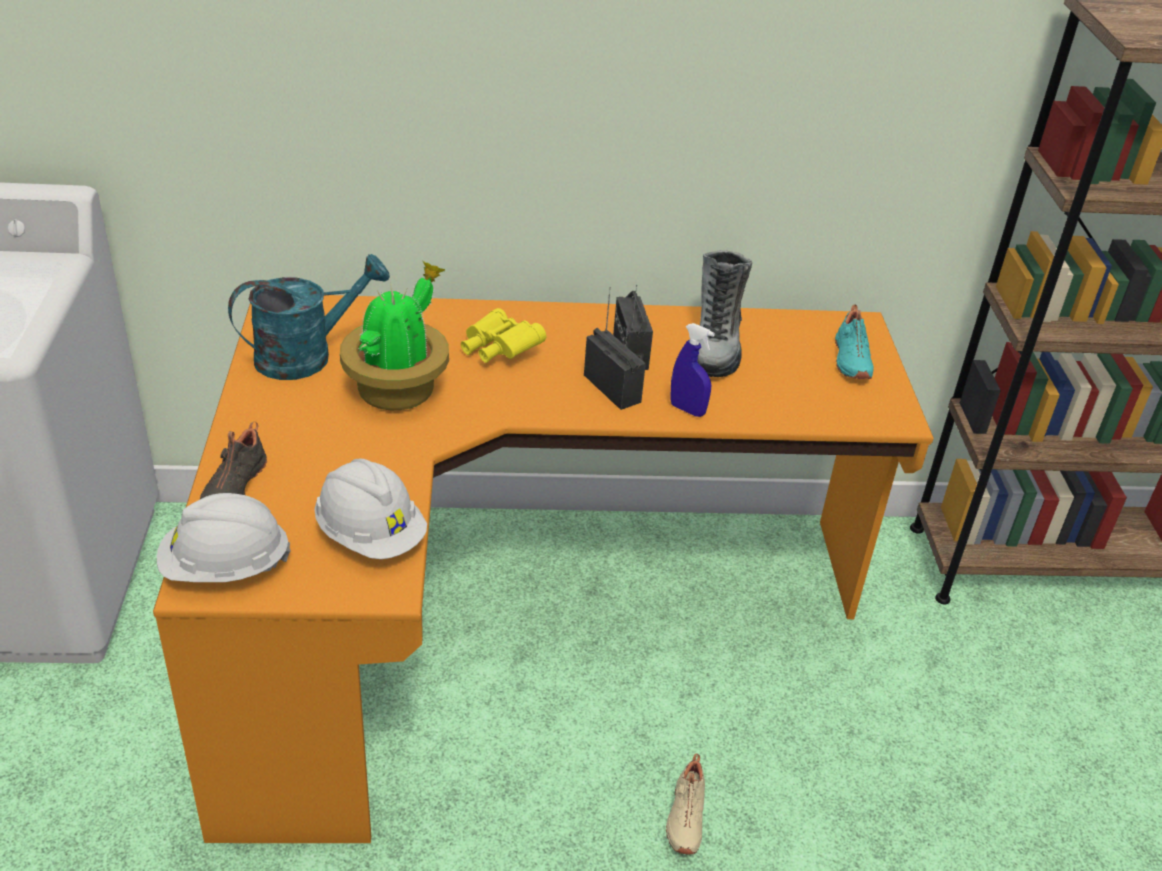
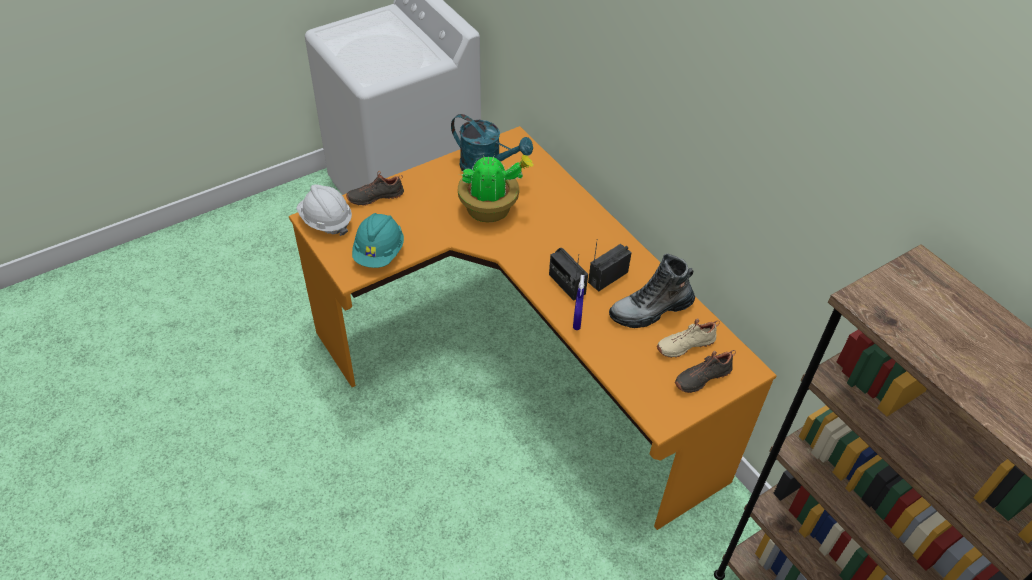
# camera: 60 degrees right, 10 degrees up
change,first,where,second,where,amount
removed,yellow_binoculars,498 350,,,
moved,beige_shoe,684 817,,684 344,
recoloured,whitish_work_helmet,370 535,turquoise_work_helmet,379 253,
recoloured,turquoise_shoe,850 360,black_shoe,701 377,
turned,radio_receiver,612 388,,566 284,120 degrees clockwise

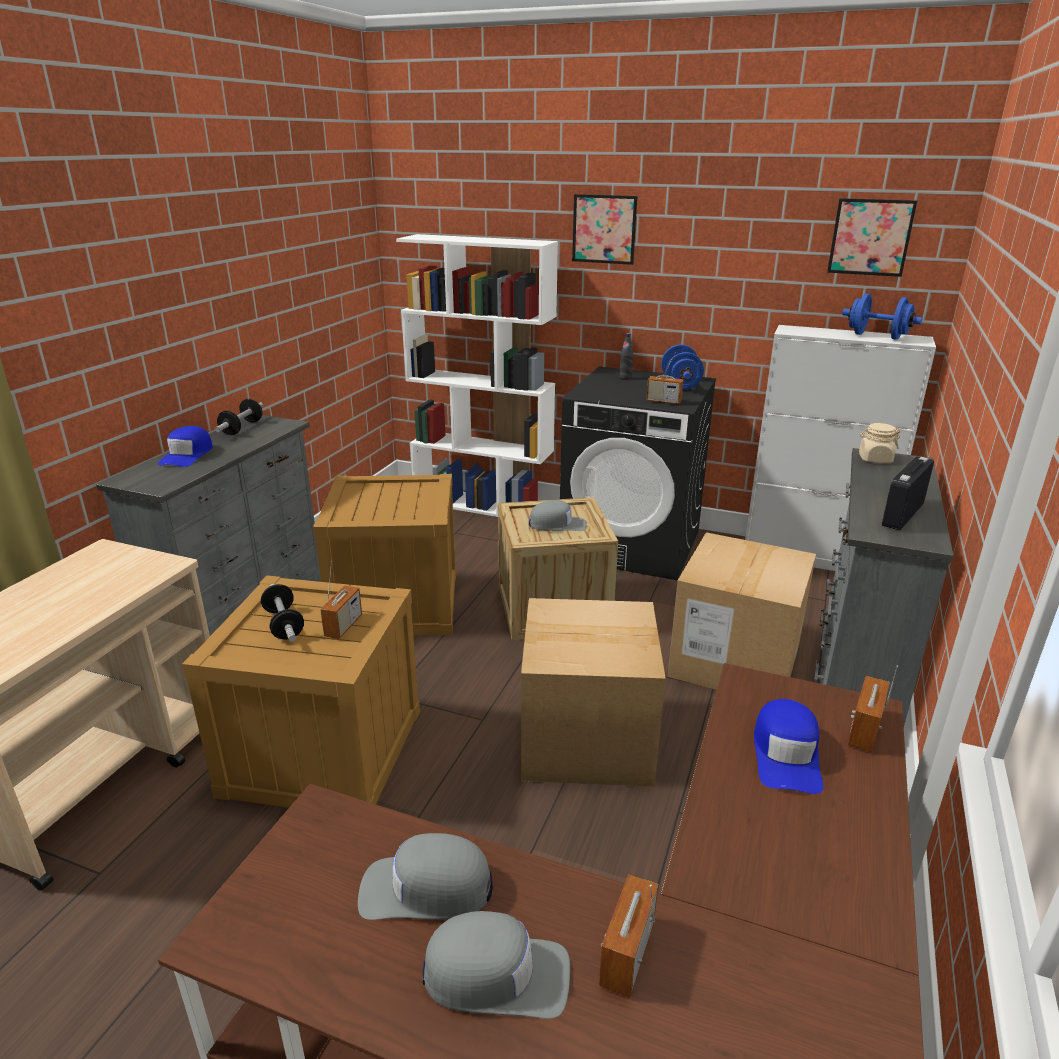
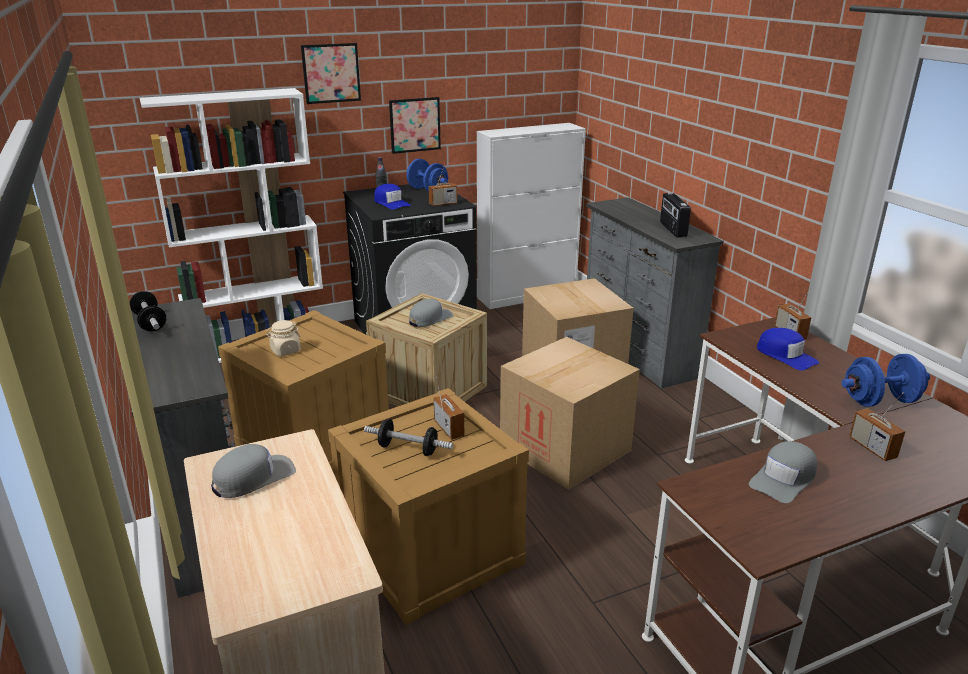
# camera: 45 degrees left, 0 degrees up
change,first,where,second,where,amount
moved,bluish_baseball_cap,187 455,,391 203,
moved,grey_baseball_cap,497 975,,253 477,
moved,wall_picture,870 237,,415 125,
moved,bluish_free_weight,877 336,,880 401,
moved,beige_preserve_jar,874 459,,285 351,

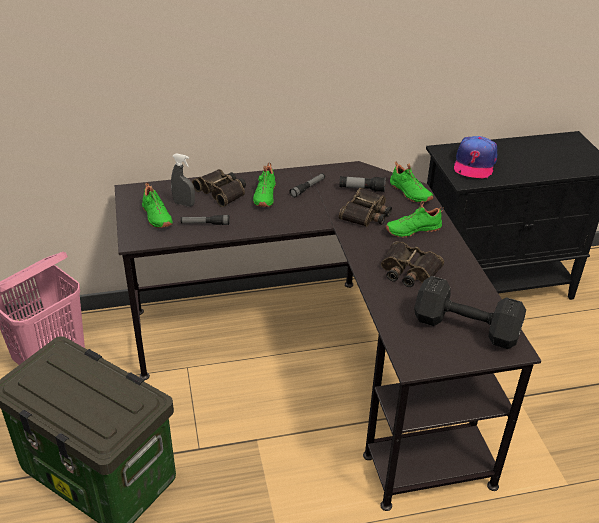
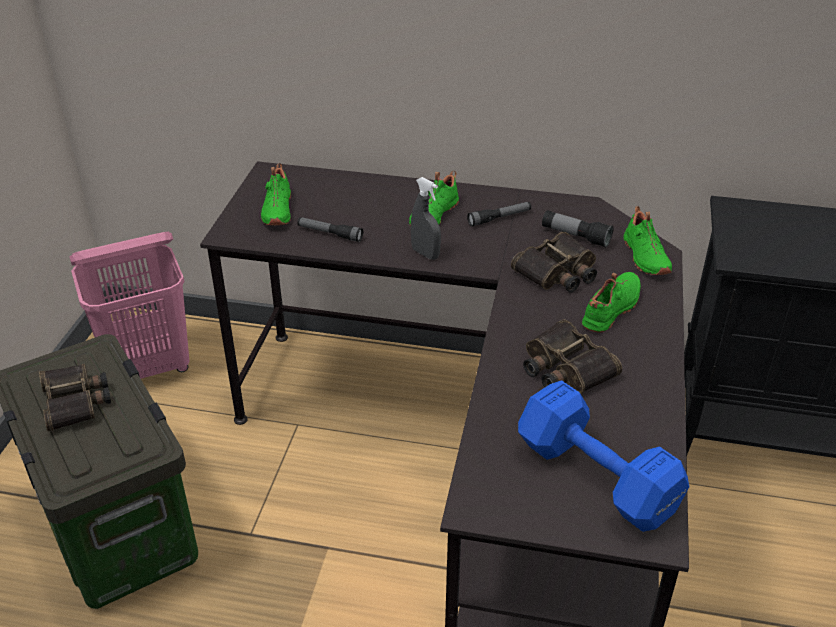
# camera: 25 degrees right, 0 degrees up
change,first,where,second,where,amount
removed,baseball_cap,474 164,,,
moved,grey_sprayer,184 204,,425 254,
moved,binoculars,222 192,,76 401,
recoloured,black_free_weight,463 326,bluish_free_weight,594 474,
turned,greenish_shoe,412 229,,613 310,120 degrees clockwise

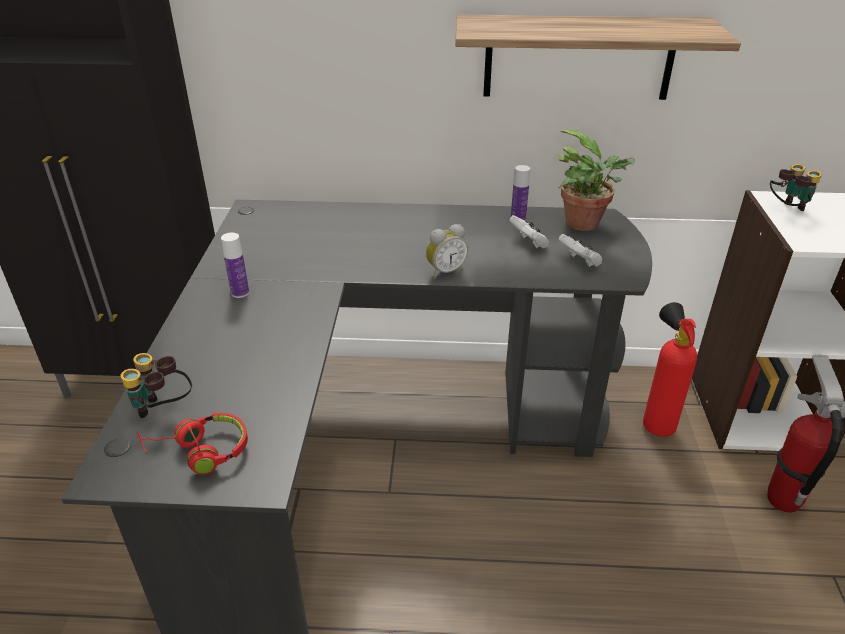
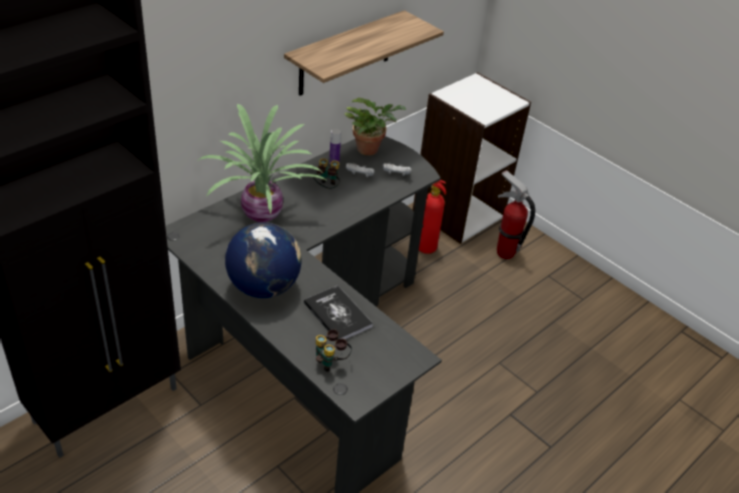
# camera: 50 degrees left, 5 degrees up
change,first,where,second,where,amount
removed,red-coloured_pair_of_headphones,199 452,,,
removed,table_clock,445 271,,,
added,,,potted_plant,263 213,
added,,,volume,337 314,
moved,binoculars,786 210,,326 187,
replaced,bottle,240 293,globe,263 287,

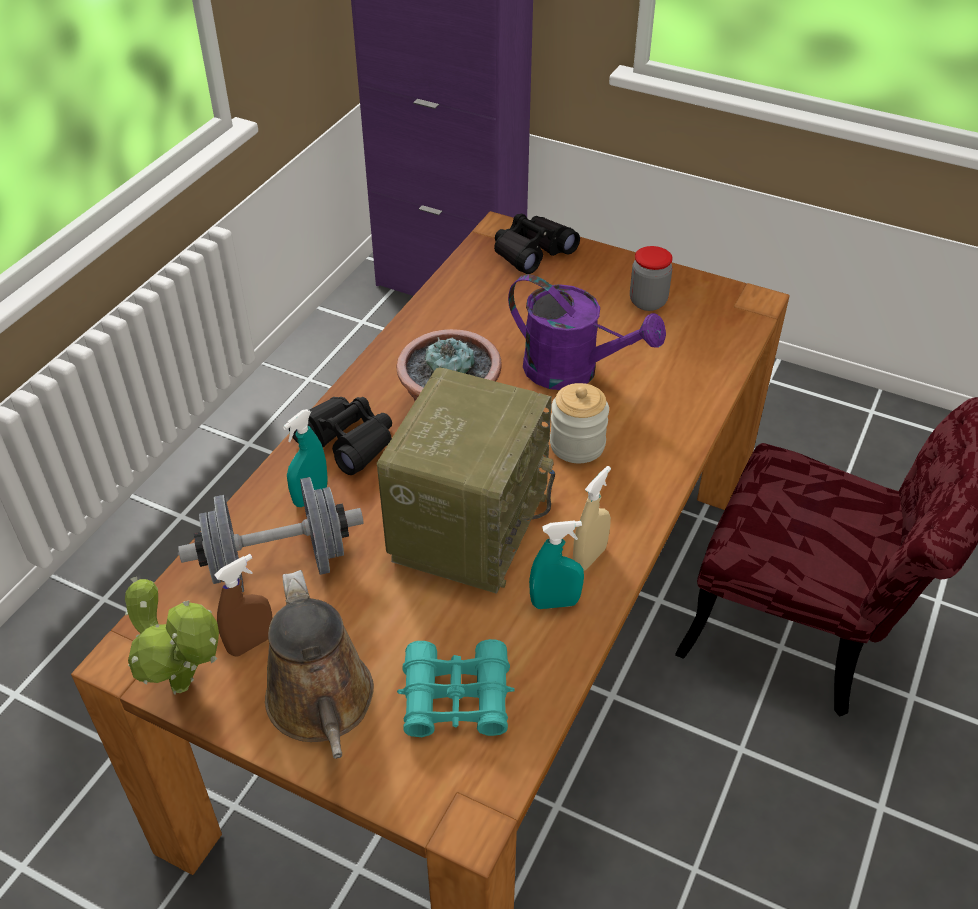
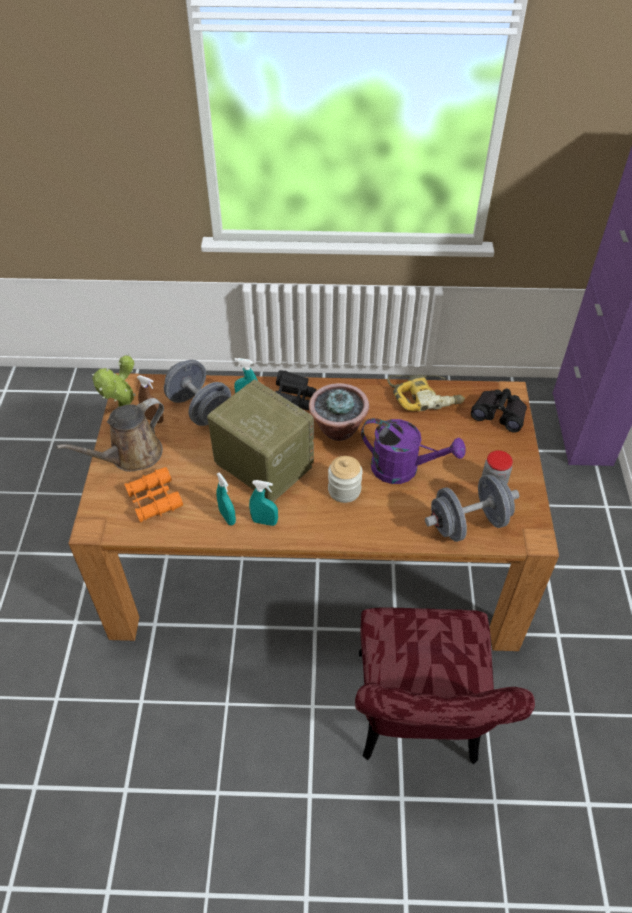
# camera: 65 degrees right, 5 degrees up
change,first,where,second,where,amount
added,,,drill,425 396,
added,,,grey_free_weight,468 523,
recoloured,turquoise_binoculars,456 698,orangey_binoculars,154 500,
recoloured,beige_sprayer,589 557,turquoise_sprayer,264 521,
turned,radio_receiver,468 523,,262 465,135 degrees counterclockwise
turned,purple-coloured_sprinkling_can,573 371,,403 469,75 degrees counterclockwise

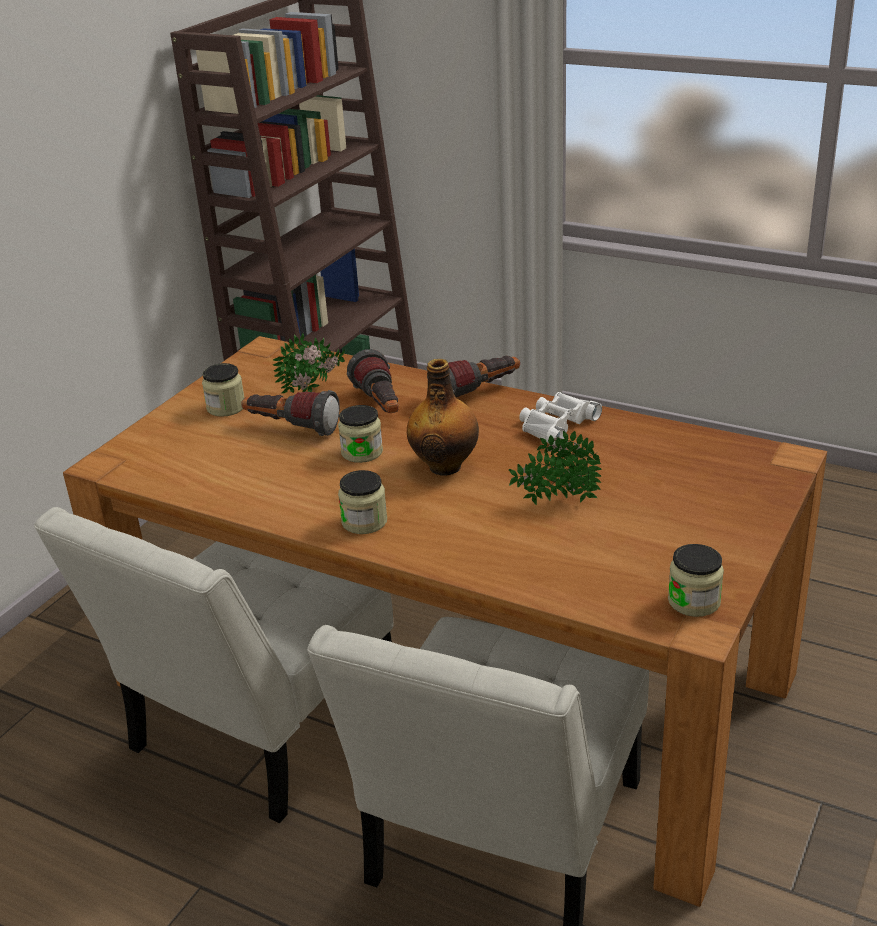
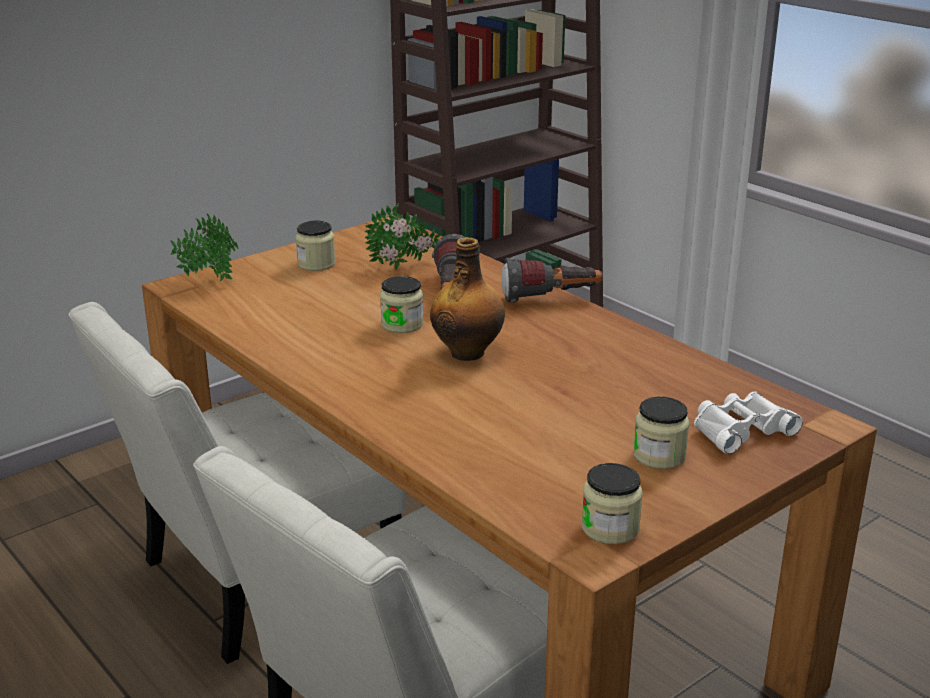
# camera: 20 degrees right, 5 degrees down
change,first,where,second,where,amount
removed,flashlight,291 428,,,
moved,preserve_jar,364 522,,659 456,
moved,potted_plant,556 501,,207 278,
moved,whitish_binoculars,556 424,,740 429,

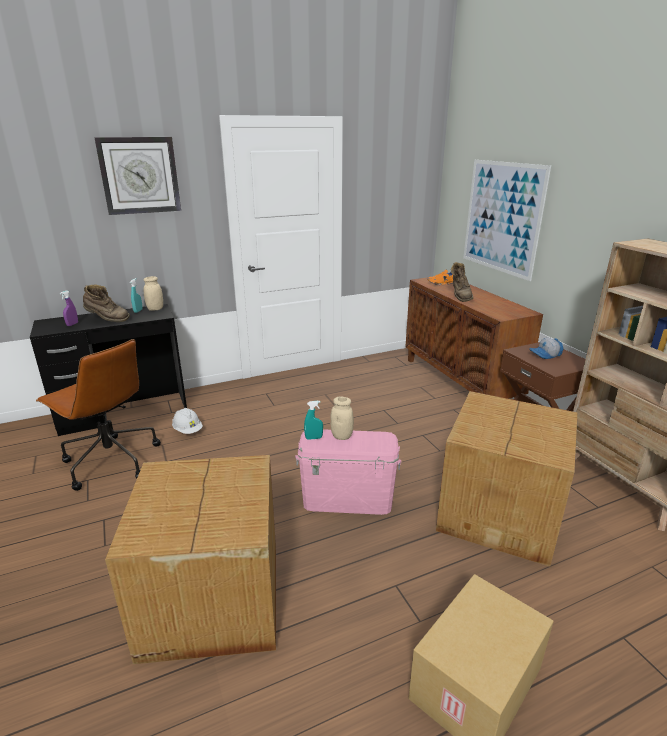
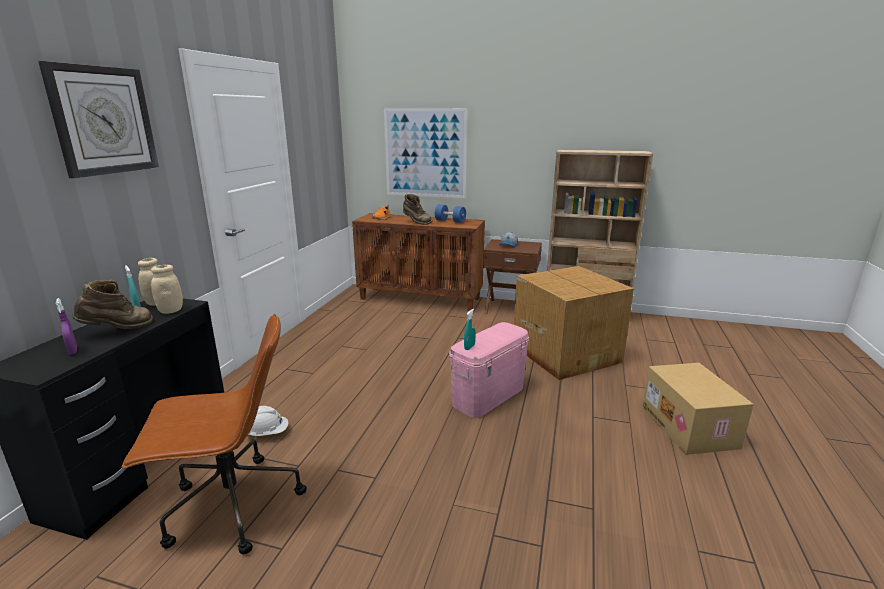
# camera: 50 degrees left, 5 degrees down
change,first,where,second,where,amount
removed,packing_box,210 600,,,
added,,,bluish_free_weight,450 221,
moved,beige_preserve_jar,341 436,,171 311,

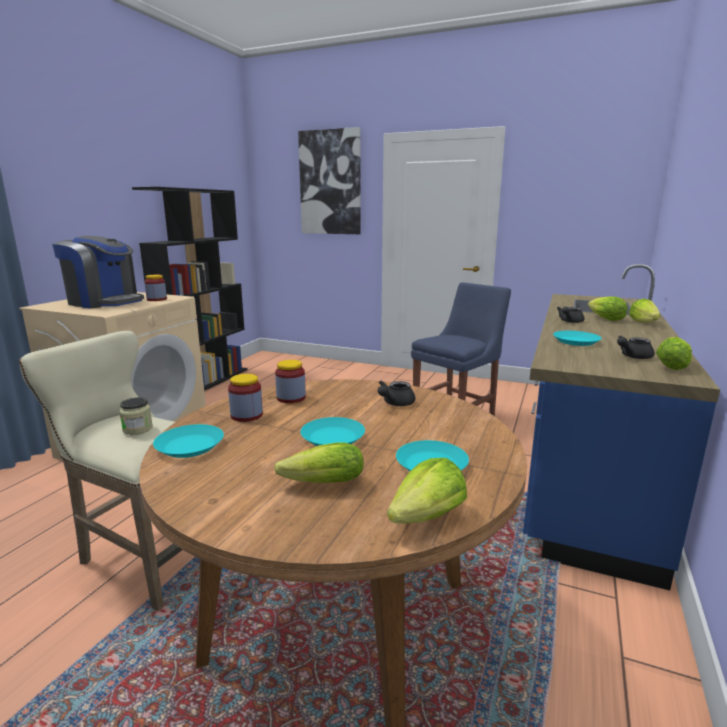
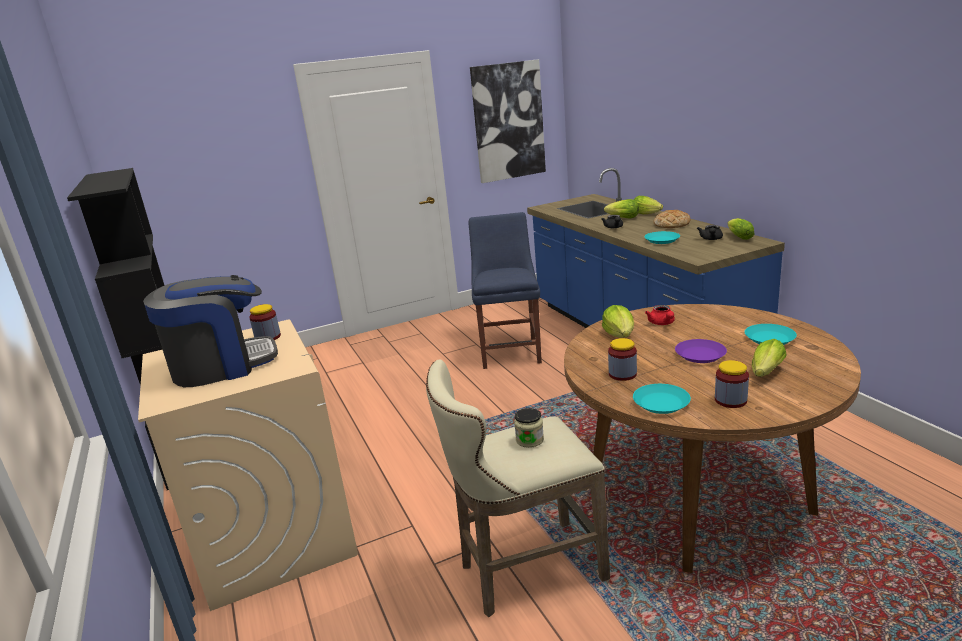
# camera: 45 degrees left, 5 degrees up
change,first,where,second,where,amount
added,,,baked_bread,671 224,
moved,preserve_jar,291 398,,730 400,
moved,wall_picture,330 183,,508 121,
moved,lettuce_head,427 517,,620 335,
recoloured,turquoise_dinner_plate,333 438,purple-coloured_dinner_plate,700 355,
recoloured,black_tea_pot,395 403,red-coloured_tea_pot,662 323,

